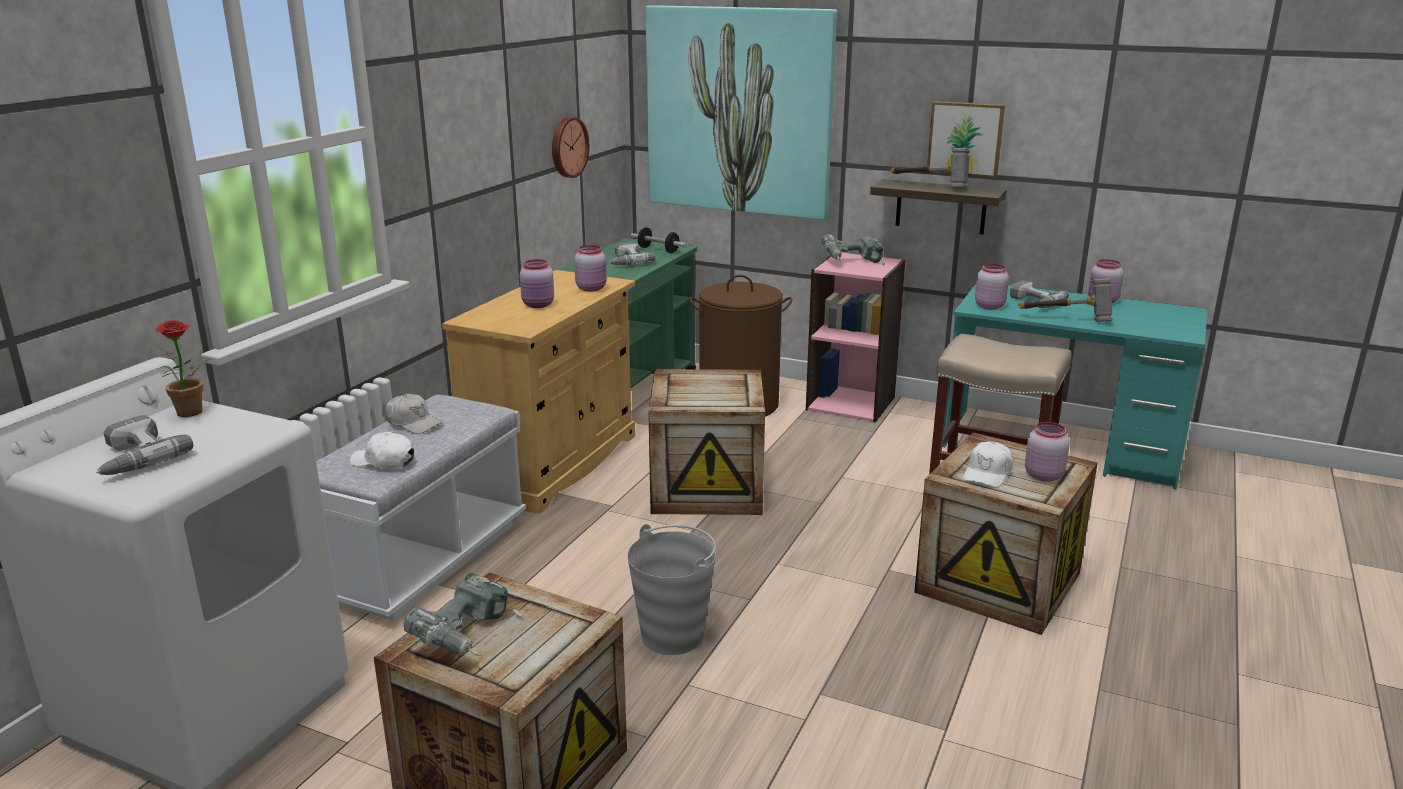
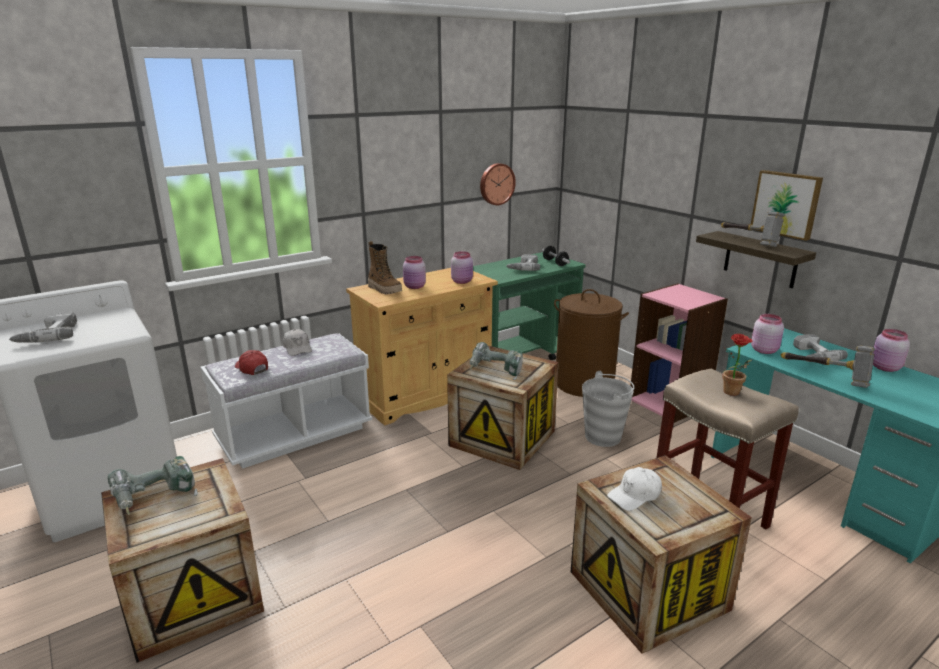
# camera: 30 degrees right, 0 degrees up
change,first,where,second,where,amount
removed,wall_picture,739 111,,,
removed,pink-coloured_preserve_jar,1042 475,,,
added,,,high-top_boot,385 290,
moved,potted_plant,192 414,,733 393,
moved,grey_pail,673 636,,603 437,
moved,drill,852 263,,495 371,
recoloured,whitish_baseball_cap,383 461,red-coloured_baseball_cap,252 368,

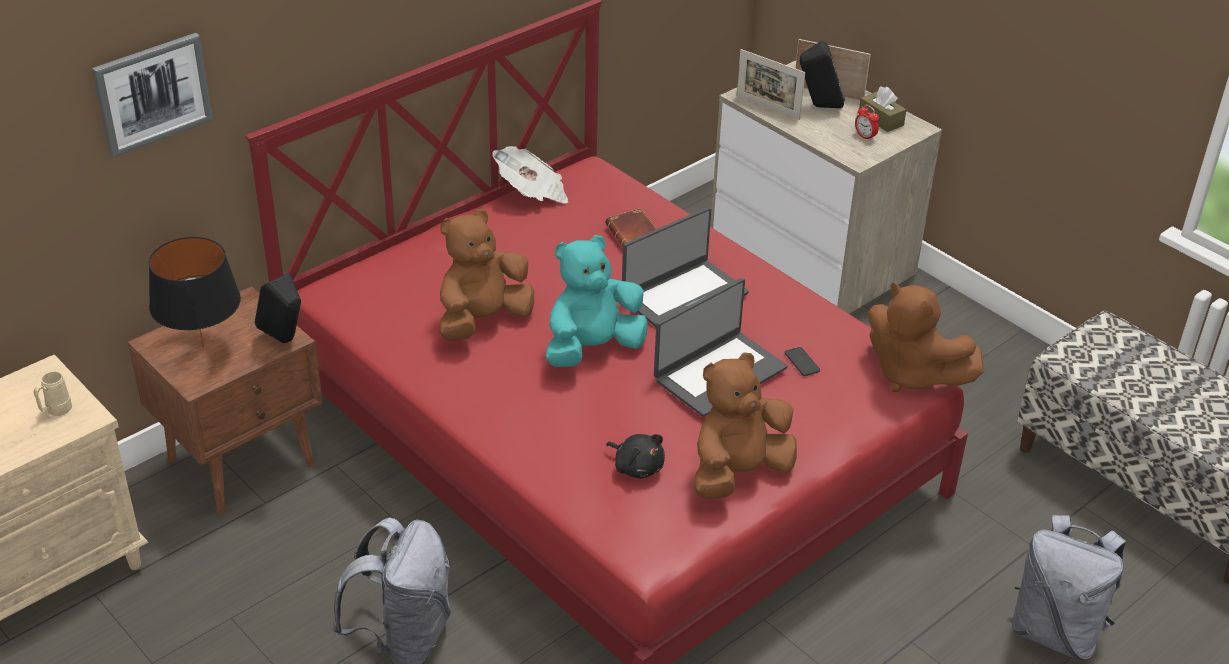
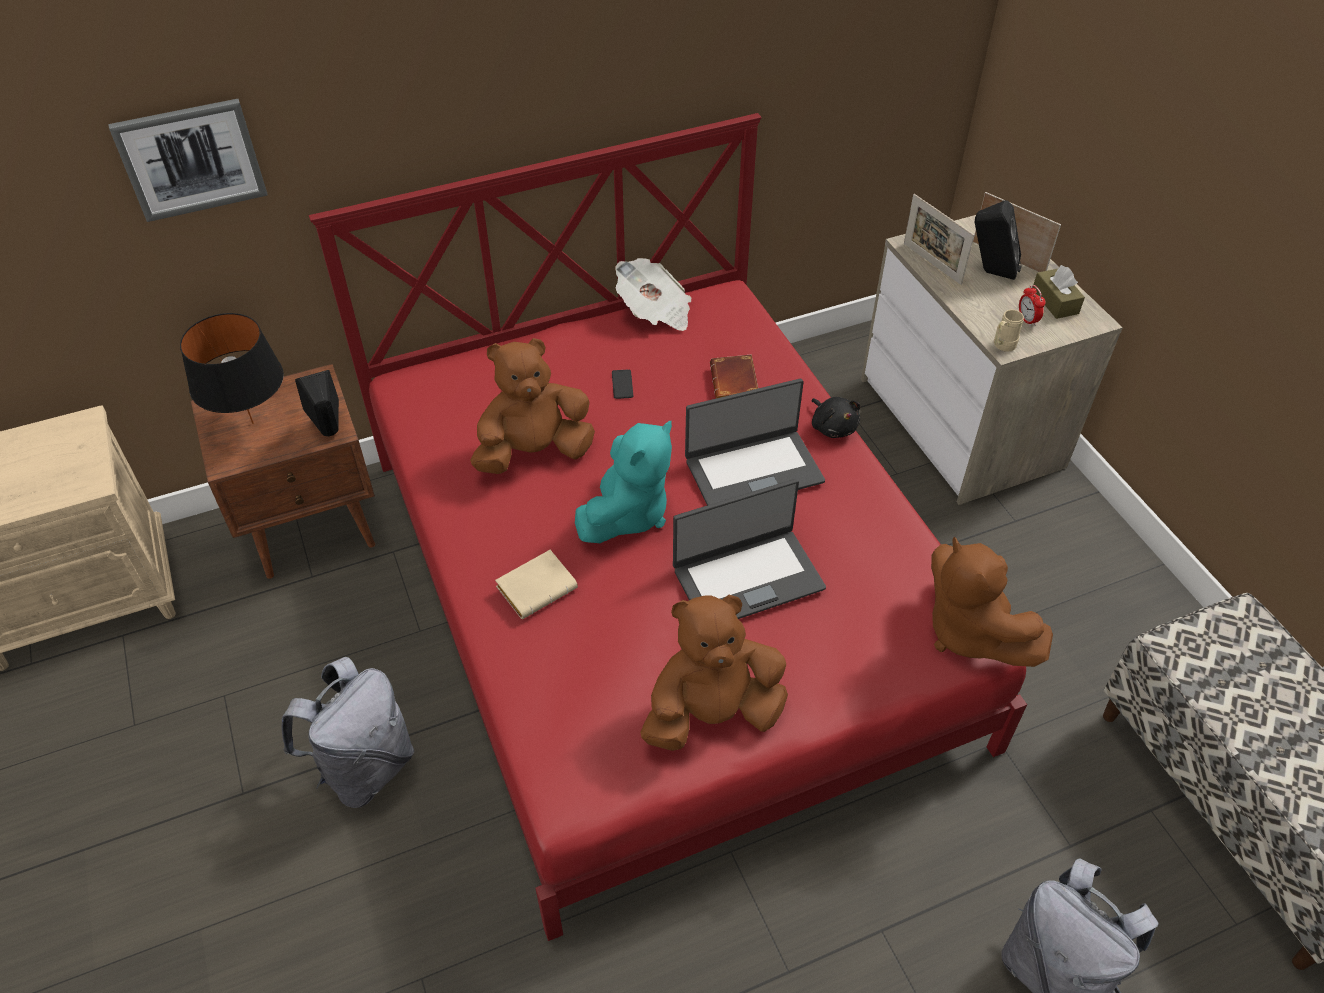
# camera: 20 degrees right, 10 degrees up
change,first,where,second,where,amount
added,,,beige_volume,537 586,
moved,beige_mug,55 411,,1001 346,
moved,black_cuddly_toy,637 467,,833 426,
moved,telephone,802 362,,622 384,
turned,turquoise_cuddly_toy,592 349,,627 513,135 degrees clockwise

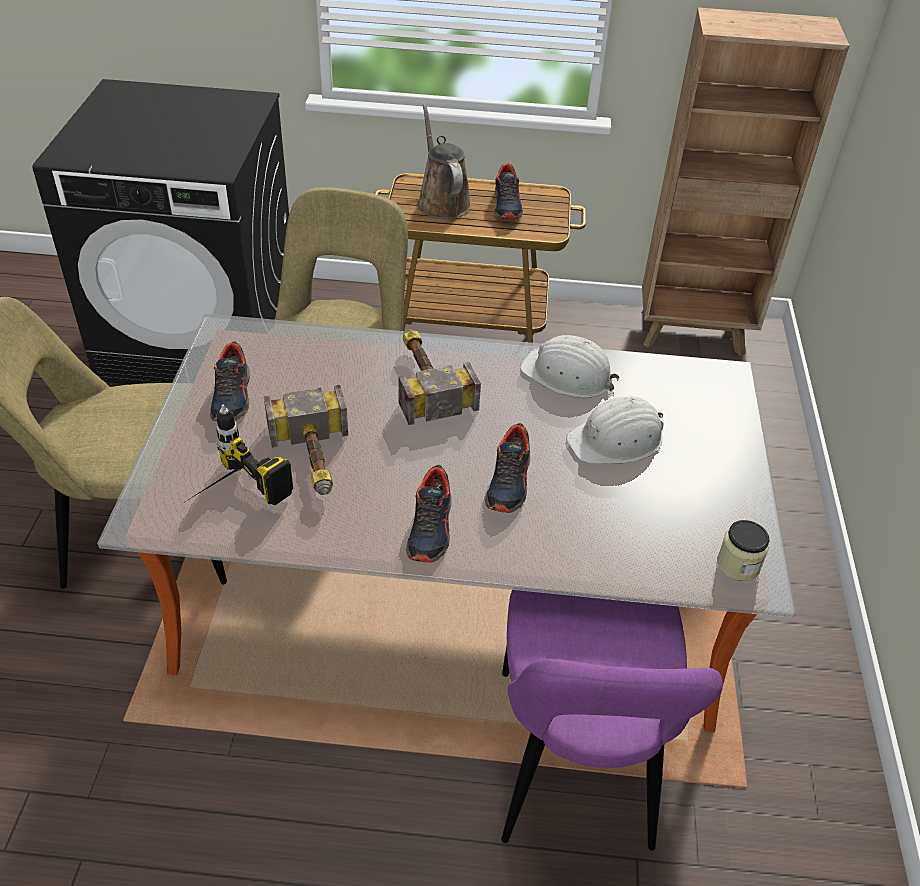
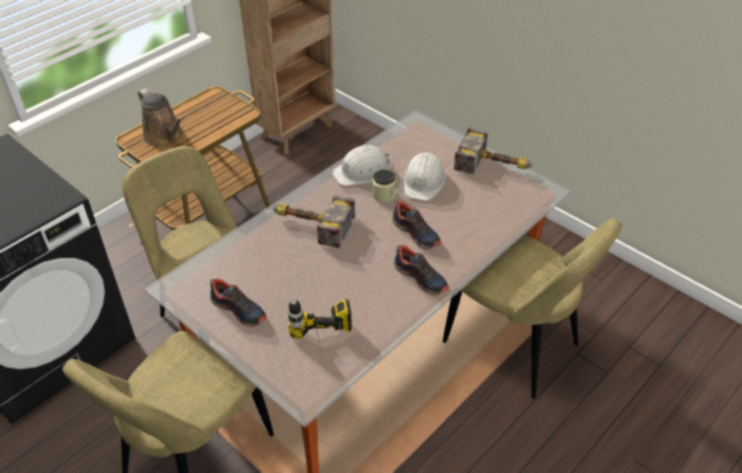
# camera: 50 degrees left, 0 degrees up
change,first,where,second,where,amount
removed,shoe,507 205,,,
moved,tool_hammer,315 460,,495 165,
moved,preserve_jar,738 564,,384 195,
recoloured,purple-coloured_upright_chair,574 767,beige_upright_chair,516 347,
turned,brown-coloured_sprinkling_can,442 201,,165 136,150 degrees counterclockwise

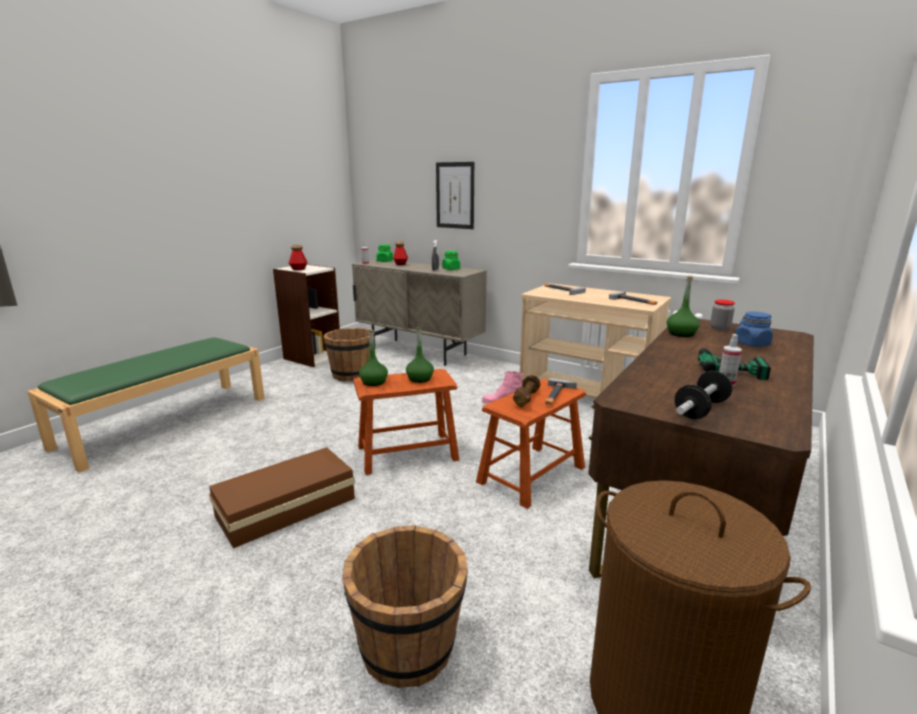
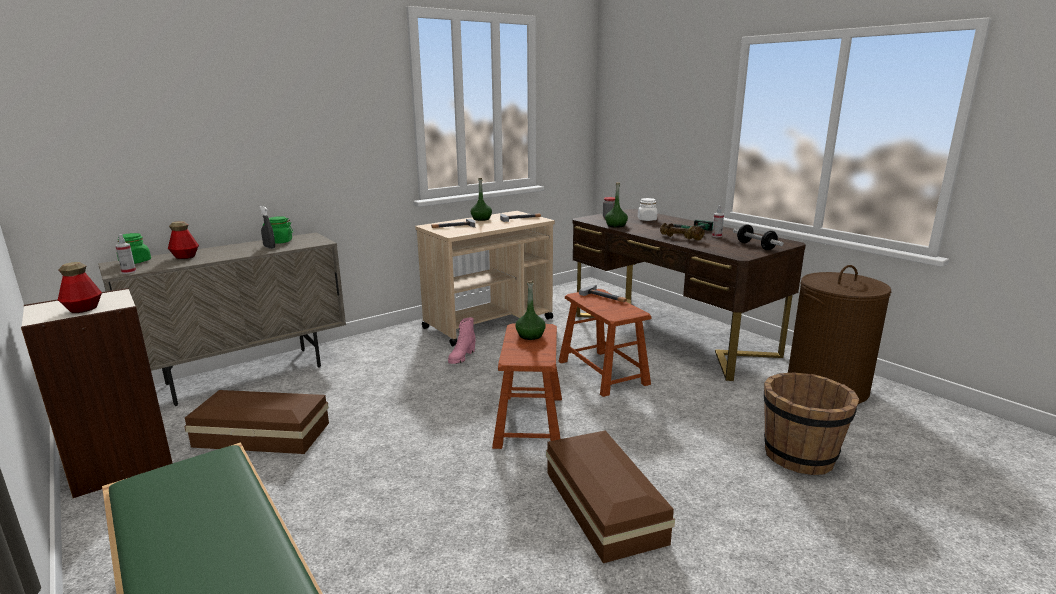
# camera: 70 degrees left, 0 degrees up
change,first,where,second,where,amount
removed,wall_picture,455 195,,,
moved,greenish_bottle,374 382,,481 219,
moved,brown-coloured_free_weight,525 398,,680 238,
replaced,brown-coloured_pail,352 375,brown-coloured_storage_box,261 434,
recoloured,bluish_preserve_jar,751 344,whitish_preserve_jar,647 219,

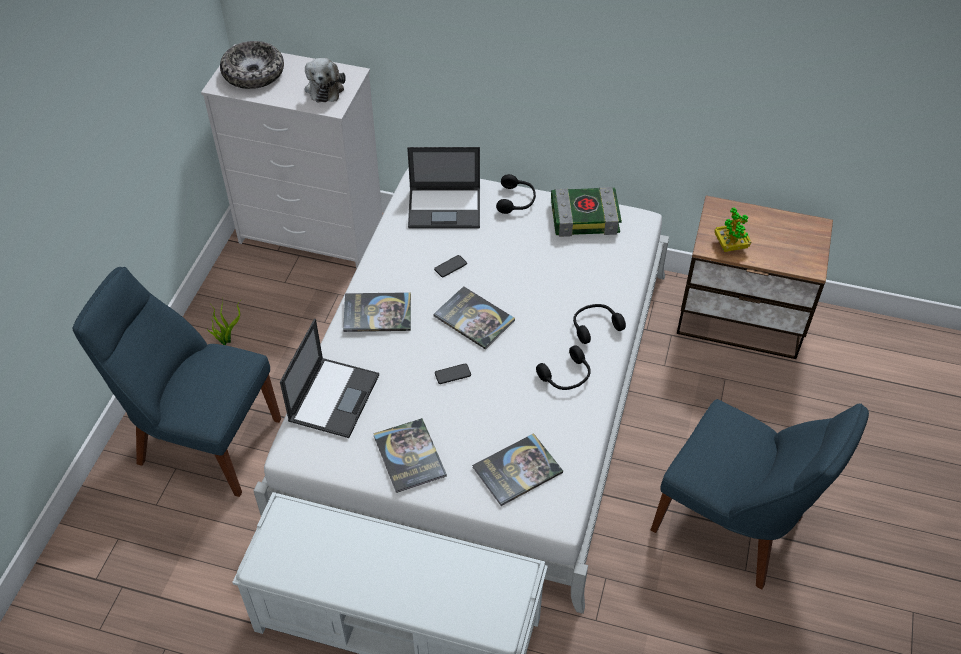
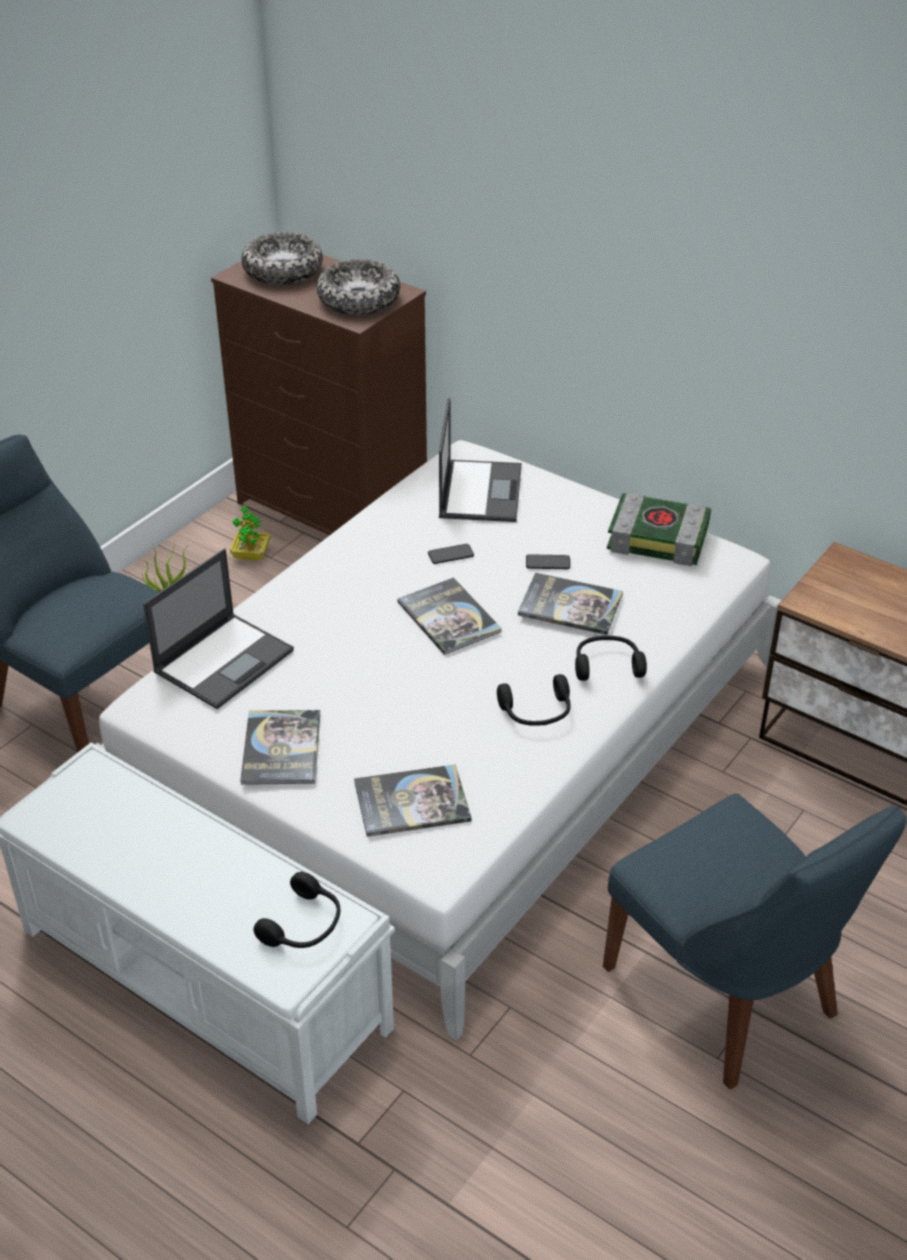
# camera: 20 degrees right, 10 degrees down
change,first,where,second,where,amount
moved,volume,377 313,,570 605,
moved,telephone,452 374,,548 563,
moved,black_pair_of_headphones,516 200,,304 925,
moved,potted_plant,730 245,,251 555,
replaced,cuddly_toy,325 87,bowl,359 299,
recoloured,whitish_drawer_chest,312 231,brown-coloured_drawer_chest,333 510,
turned,portable_computer,445 208,,480 491,105 degrees counterclockwise

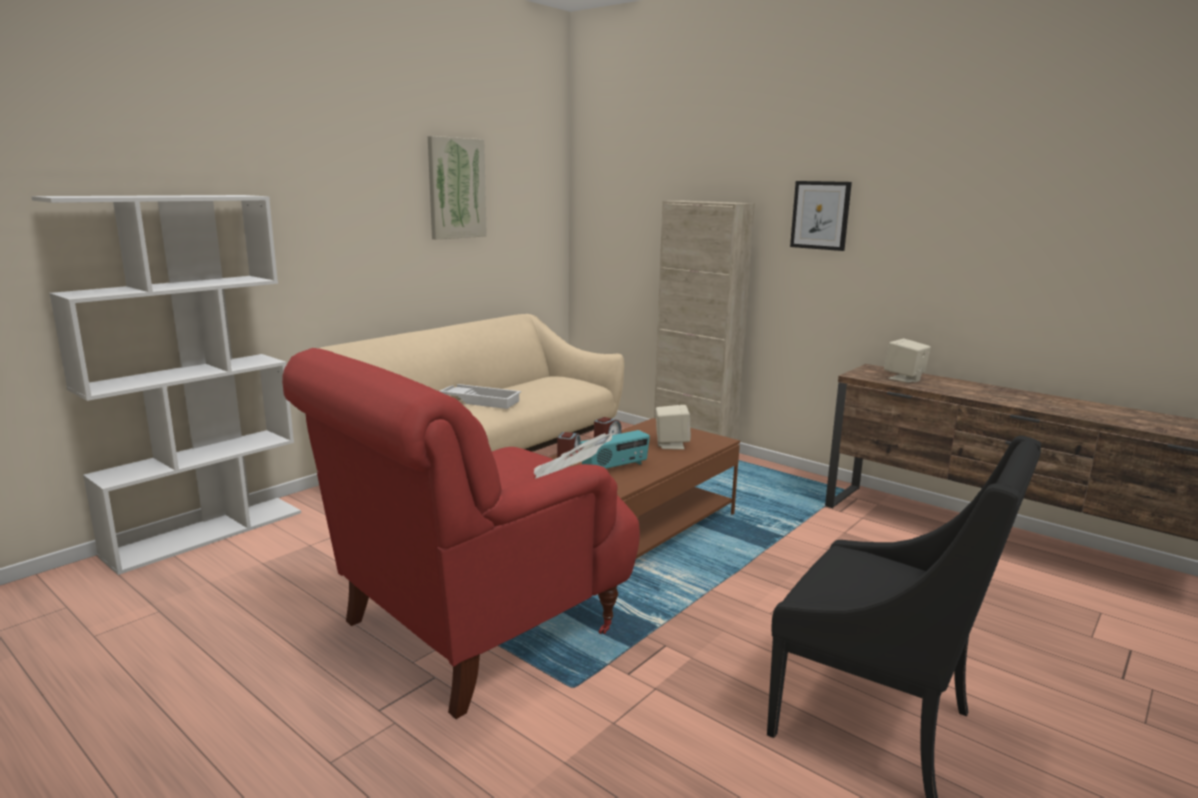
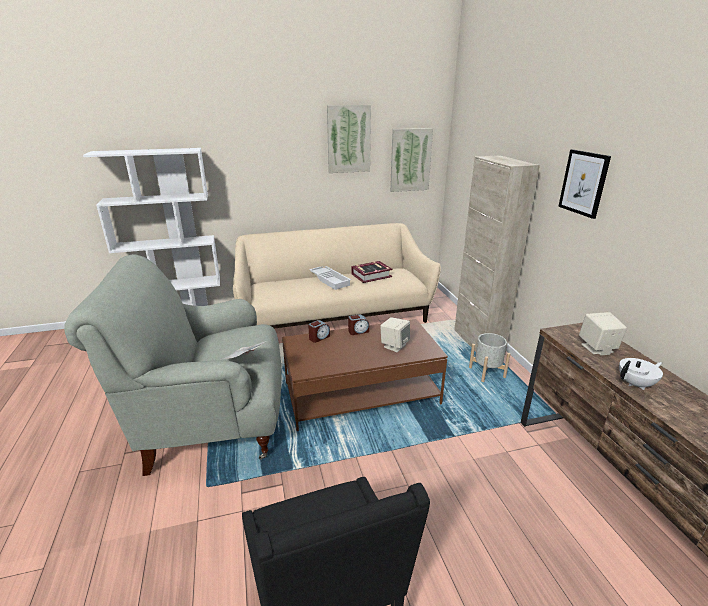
# camera: 35 degrees right, 10 degrees up
change,first,where,second,where,amount
removed,radio_receiver,615 467,,,
added,,,volume,371 275,
added,,,wall_picture,410 160,
added,,,grey_planter,486 373,
added,,,whitish_tea_pot,636 384,
recoloured,red-coloured_easy_chair,475 629,grey_easy_chair,211 425,

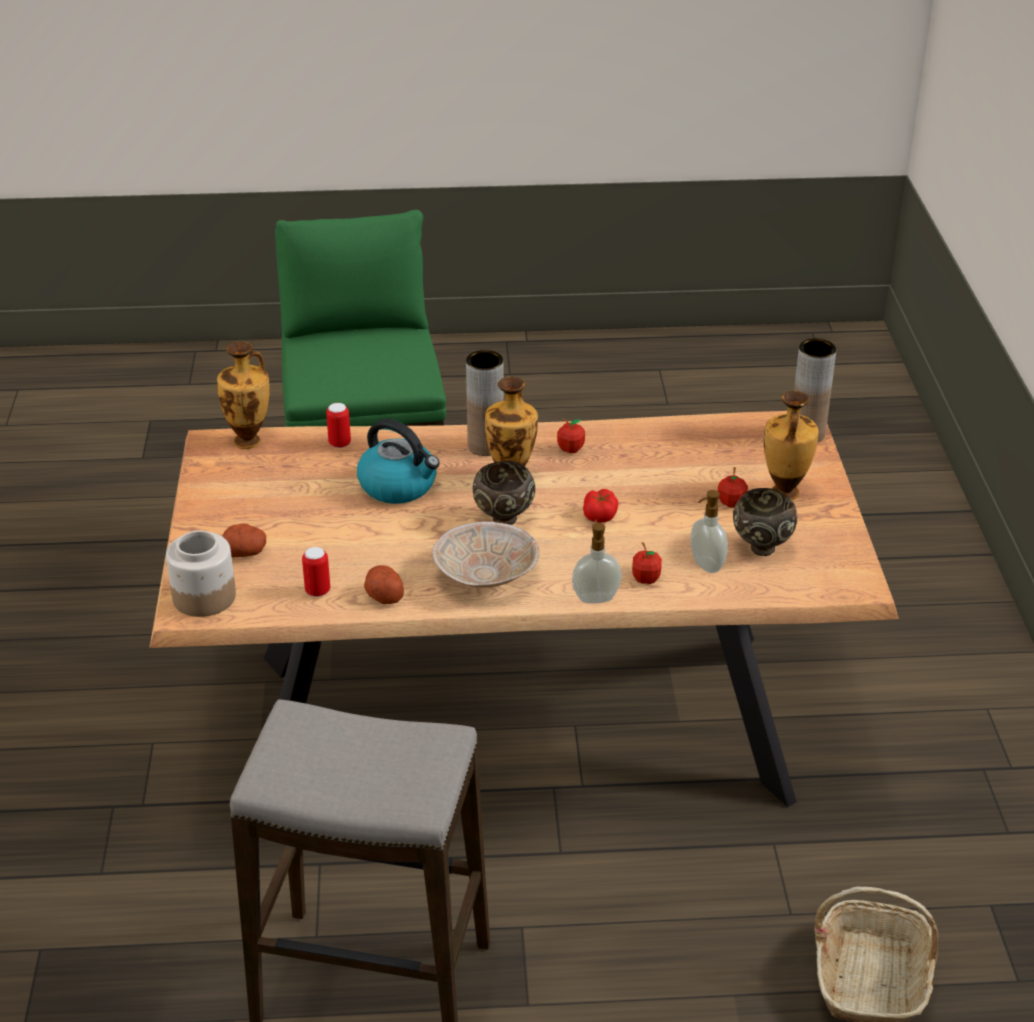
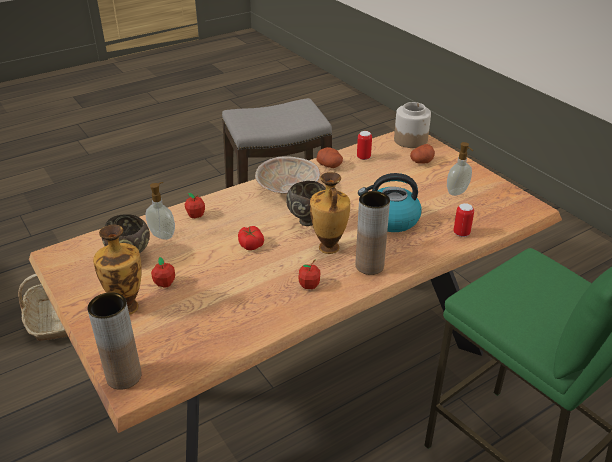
# camera: 150 degrees right, 0 degrees up
change,first,where,second,where,amount
removed,flower_vase,249 441,,,
moved,liquid_soap_bottle,595 597,,457 192,

